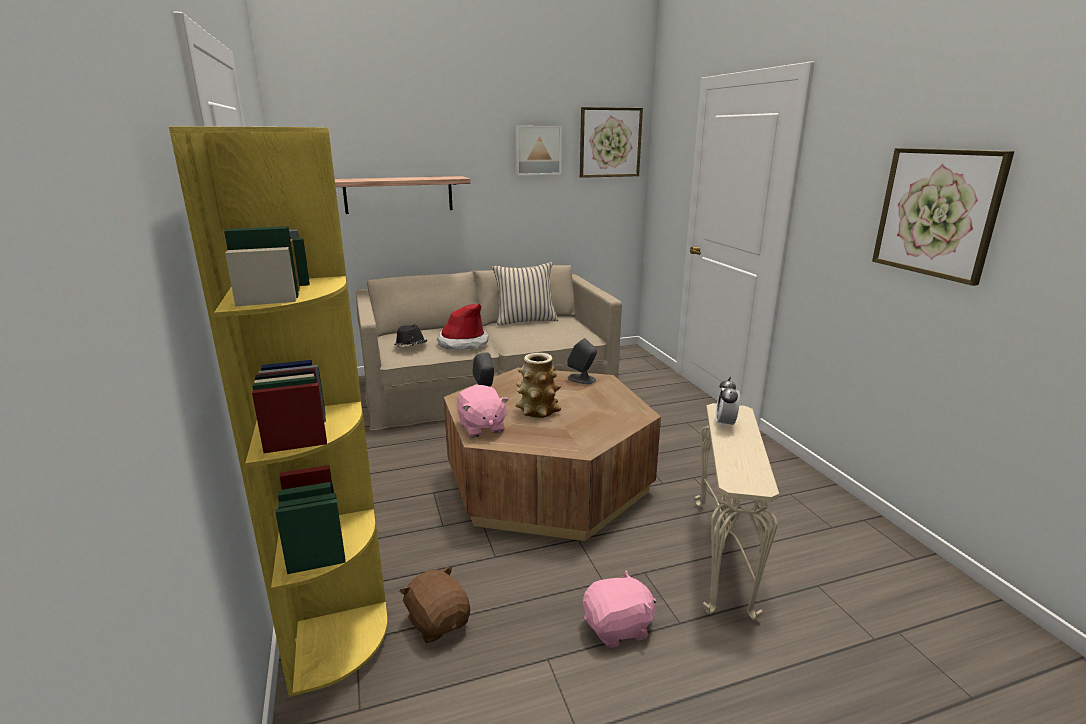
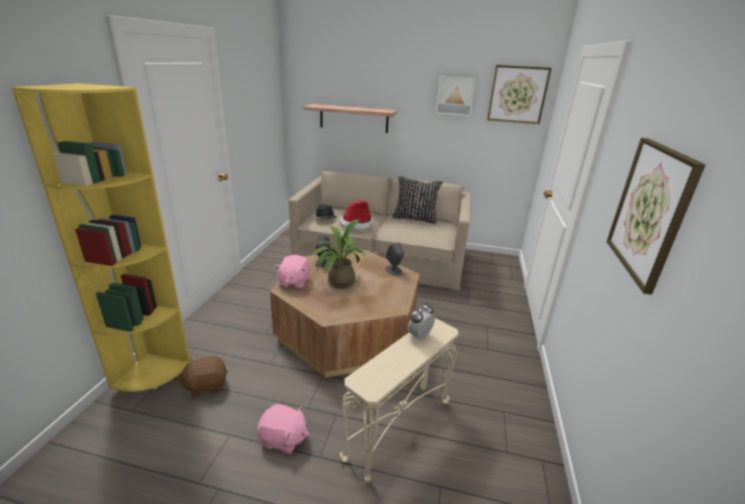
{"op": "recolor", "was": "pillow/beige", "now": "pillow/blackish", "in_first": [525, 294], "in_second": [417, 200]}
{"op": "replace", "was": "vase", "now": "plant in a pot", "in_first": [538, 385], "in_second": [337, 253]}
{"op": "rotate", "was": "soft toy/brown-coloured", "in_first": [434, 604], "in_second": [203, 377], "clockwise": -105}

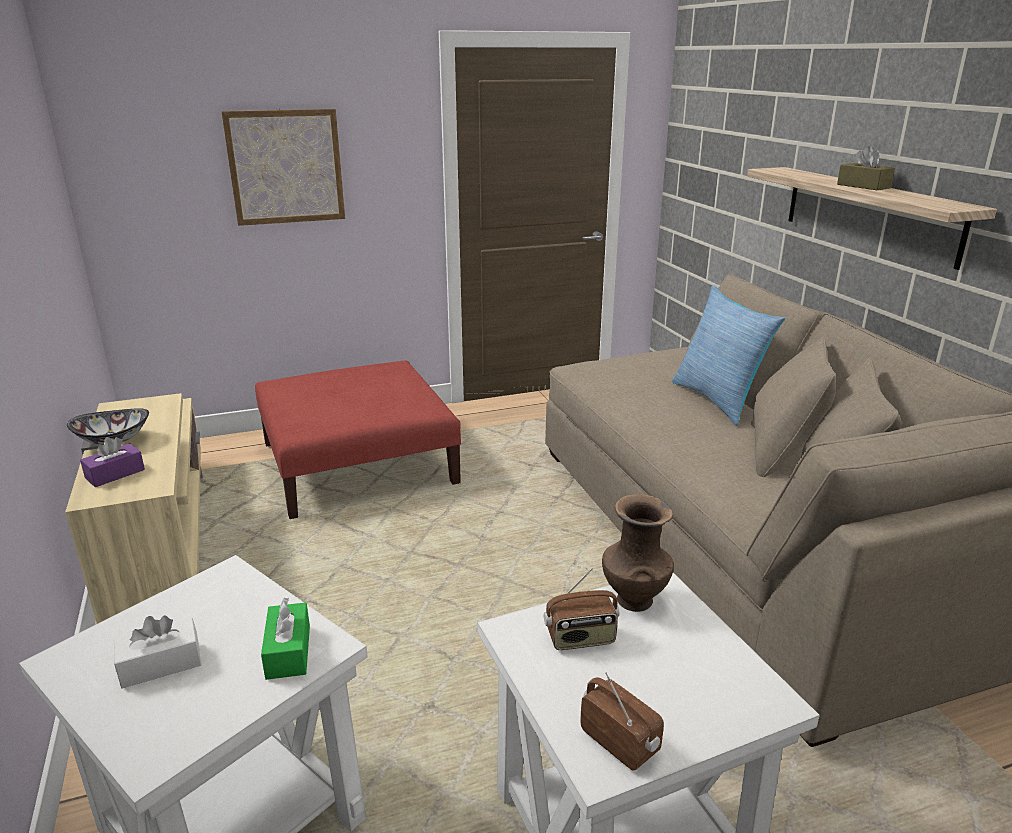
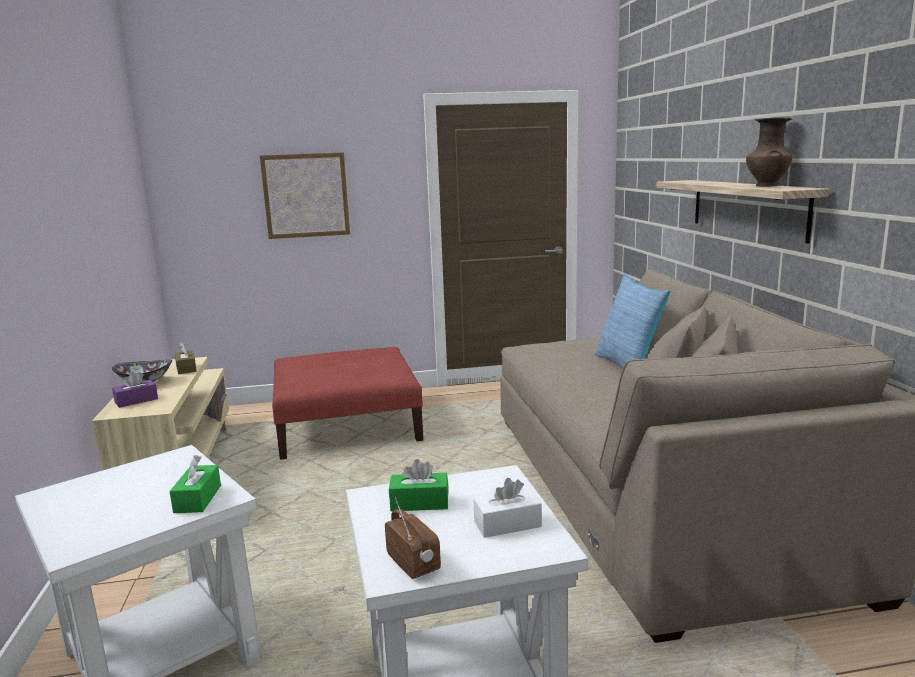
{"op": "move", "was": "box of tissues/brown-coloured", "in_first": [866, 168], "in_second": [185, 358]}
{"op": "move", "was": "vase/brown-coloured", "in_first": [638, 553], "in_second": [769, 152]}
{"op": "replace", "was": "radio set", "now": "box of tissues/green", "in_first": [581, 609], "in_second": [418, 485]}
{"op": "move", "was": "box of tissues/whitish", "in_first": [157, 652], "in_second": [507, 508]}

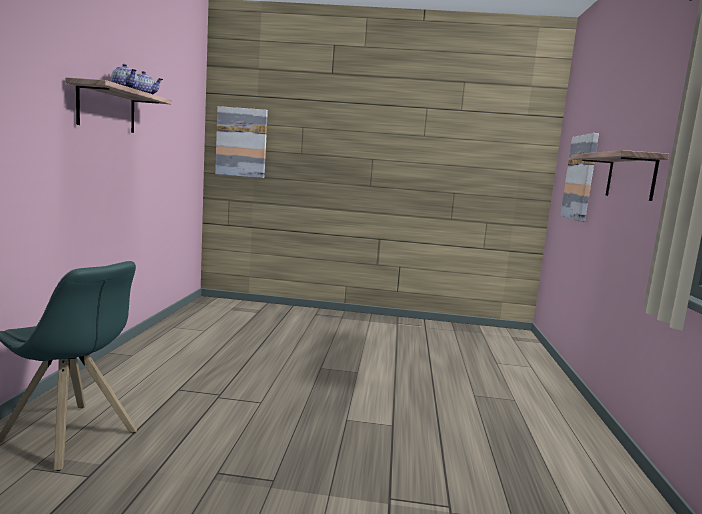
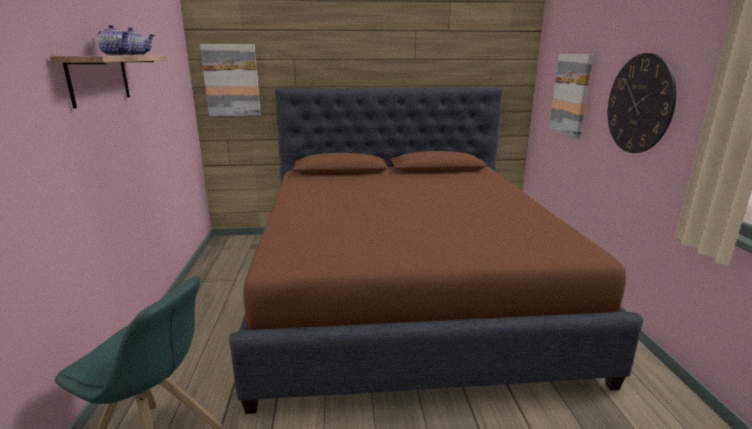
{"op": "replace", "was": "shelf", "now": "wall clock", "in_first": [620, 175], "in_second": [642, 103]}
{"op": "insert", "now": "sleeping bed/brown-coloured", "in_second": [436, 250]}

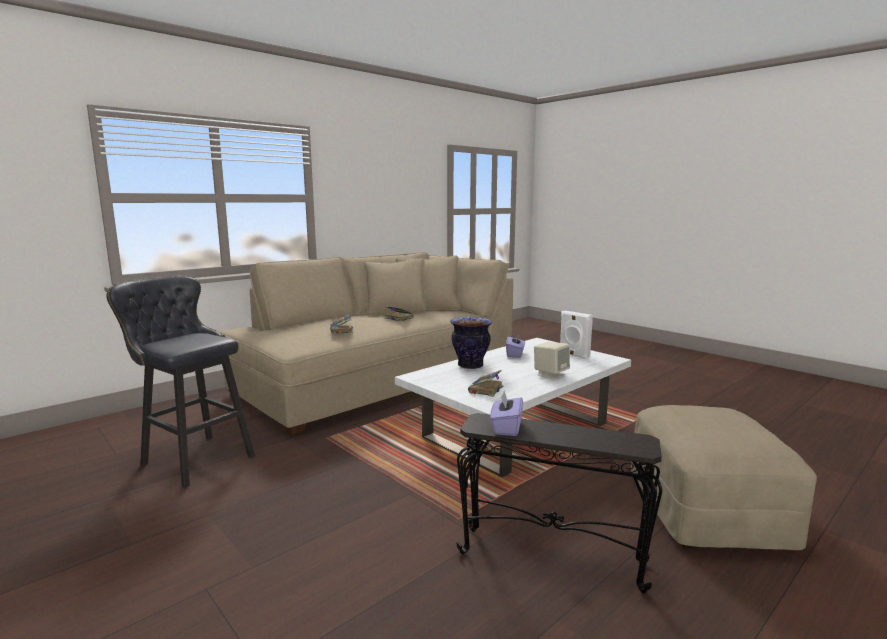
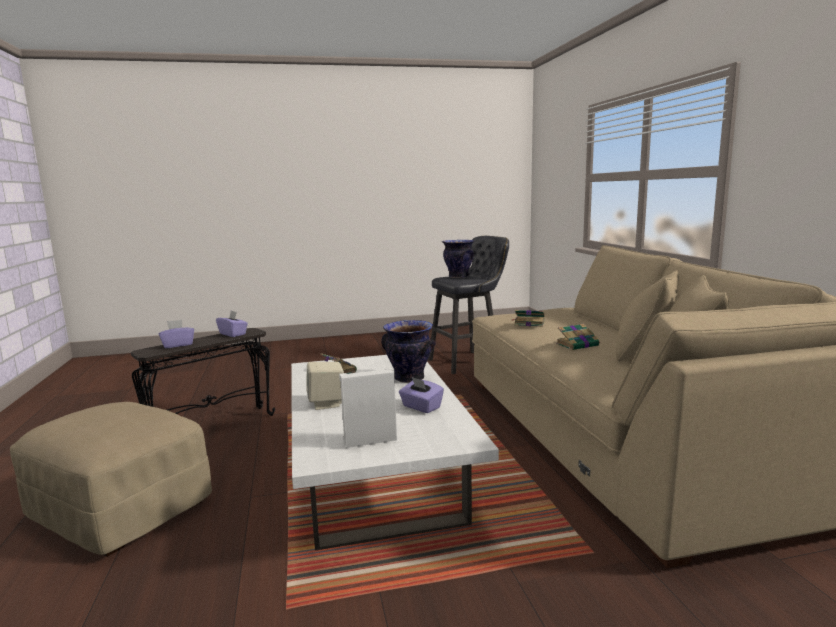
{"op": "insert", "now": "vase", "in_second": [458, 259]}
{"op": "insert", "now": "box of tissues/purplish", "in_second": [176, 334]}

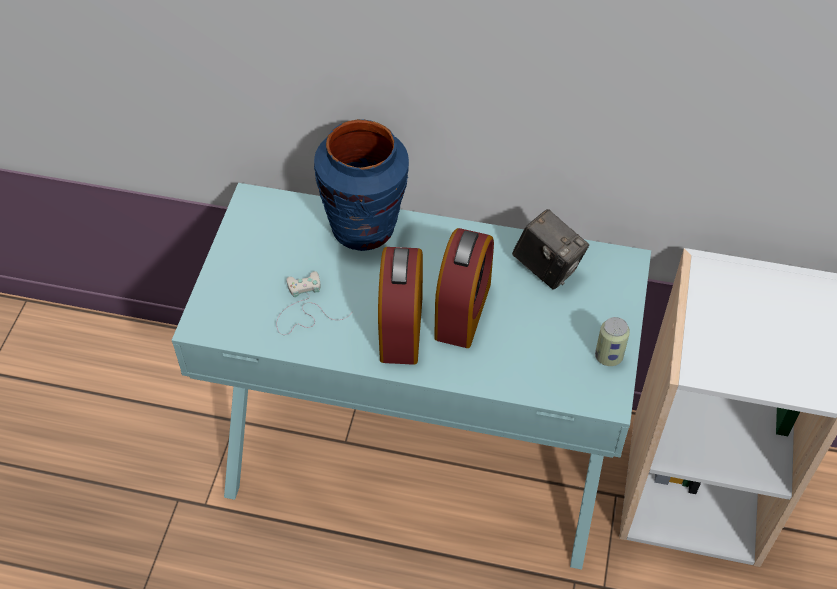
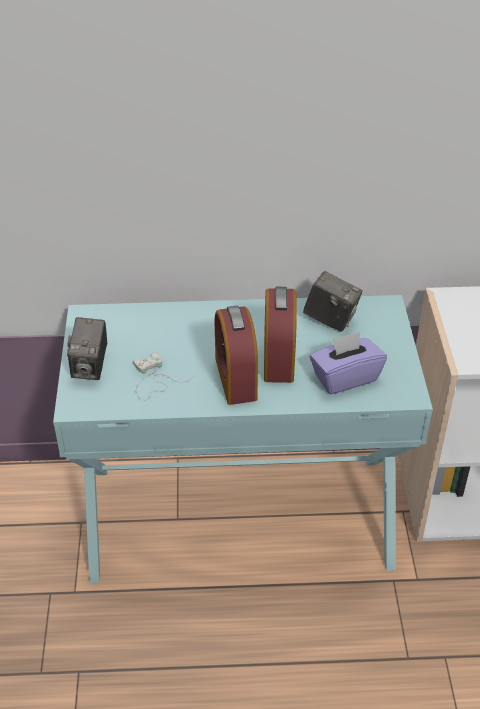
{"op": "delete", "was": "vase/blue", "in_first": [361, 185]}
{"op": "delete", "was": "sealed can", "in_first": [612, 341]}
{"op": "insert", "now": "photo camera", "in_second": [87, 348]}
{"op": "insert", "now": "box of tissues/purplish", "in_second": [348, 363]}

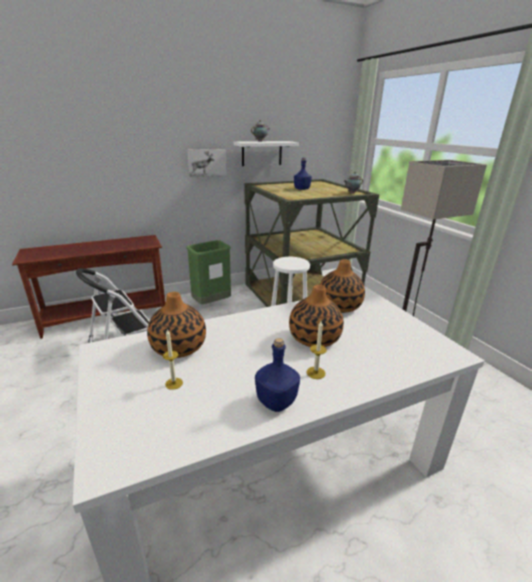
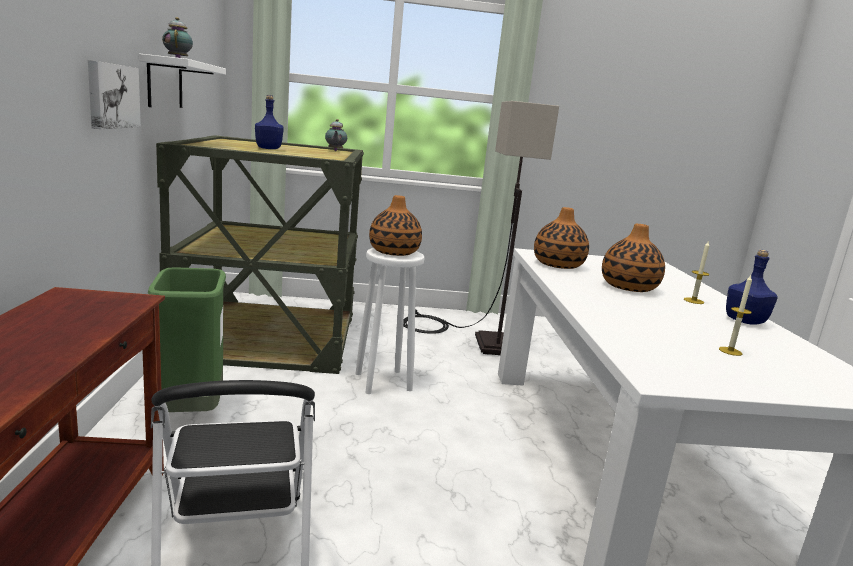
{"op": "move", "was": "vase", "in_first": [176, 325], "in_second": [395, 225]}

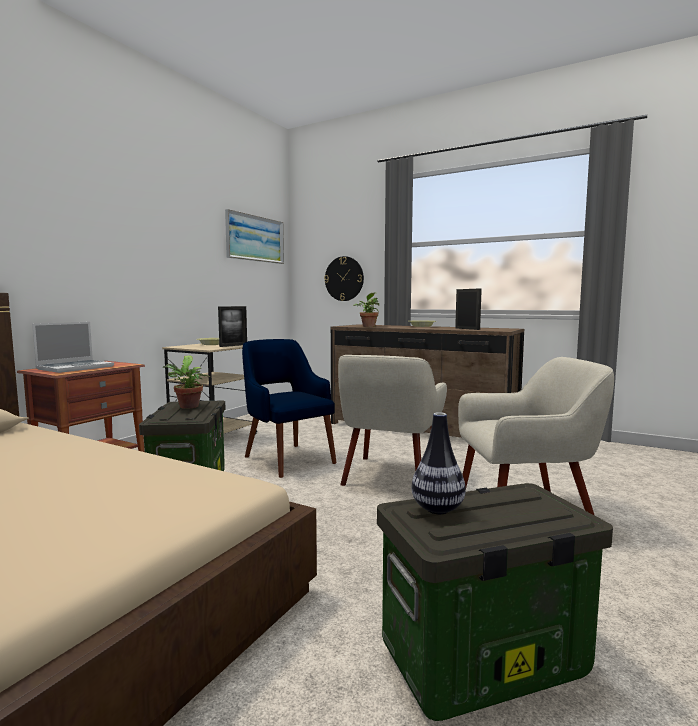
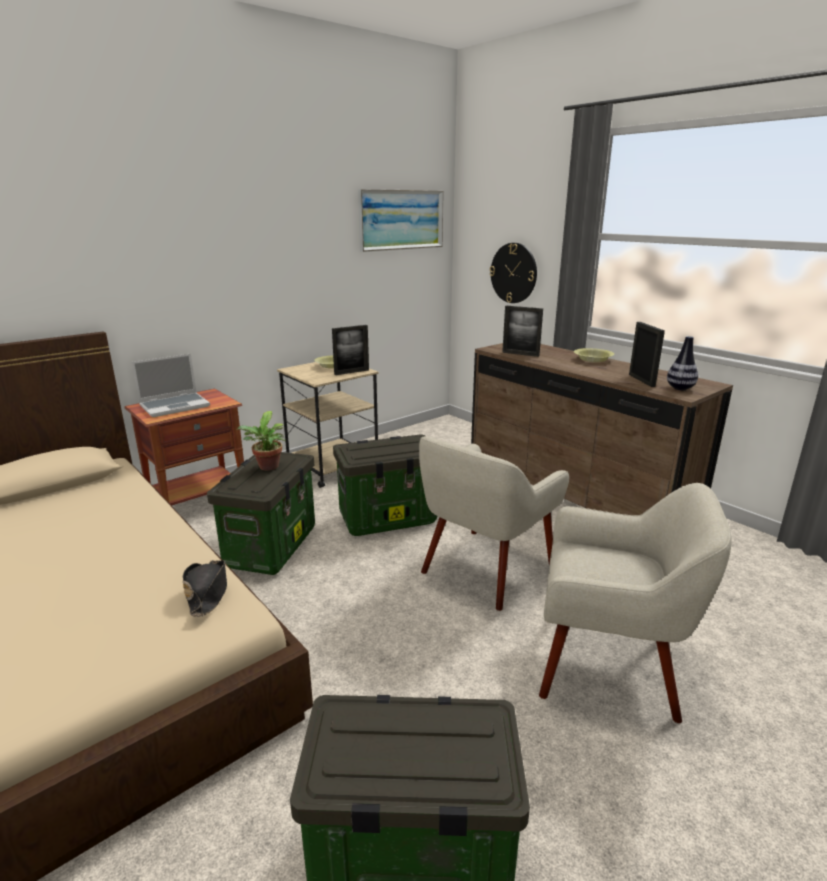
{"op": "replace", "was": "plant in a pot", "now": "photo frame", "in_first": [366, 309], "in_second": [522, 331]}
{"op": "replace", "was": "easy chair/blue", "now": "storage container", "in_first": [289, 408], "in_second": [385, 485]}
{"op": "move", "was": "vase", "in_first": [438, 463], "in_second": [682, 363]}
{"op": "insert", "now": "clothing hat/blackish", "in_second": [205, 588]}

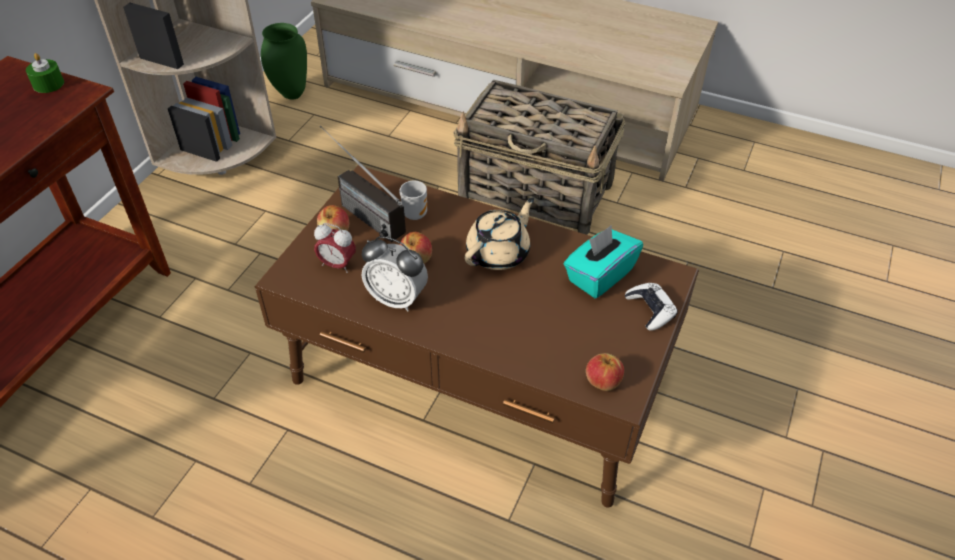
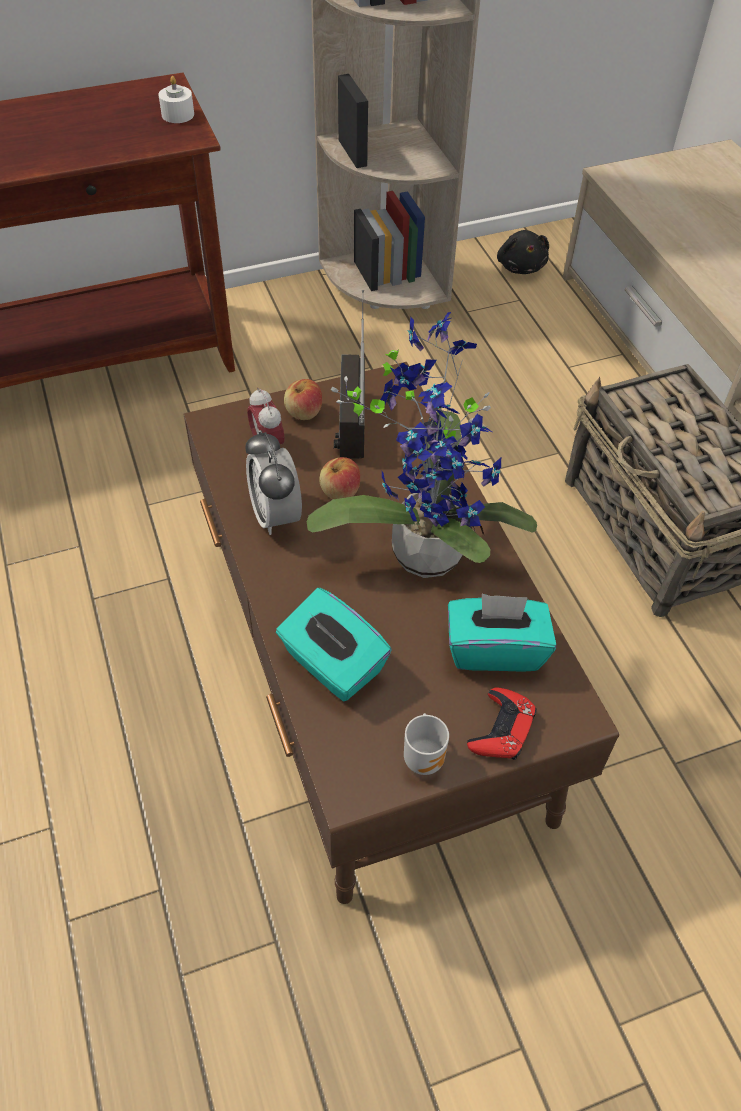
{"op": "replace", "was": "vase/green", "now": "soft toy/blackish", "in_first": [284, 61], "in_second": [523, 252]}
{"op": "recolor", "was": "wax candle/green", "now": "wax candle/whitish", "in_first": [45, 73], "in_second": [176, 99]}
{"op": "move", "was": "mug", "in_first": [413, 200], "in_second": [426, 744]}
{"op": "replace", "was": "pot for tea/beige", "now": "plant in a pot", "in_first": [499, 233], "in_second": [422, 445]}
{"op": "recolor", "was": "game controller/whitish", "now": "game controller/reddish", "in_first": [651, 307], "in_second": [502, 723]}
{"op": "delete", "was": "whole apple", "in_first": [605, 372]}
{"op": "insert", "now": "box of tissues/blue-green", "in_second": [334, 645]}

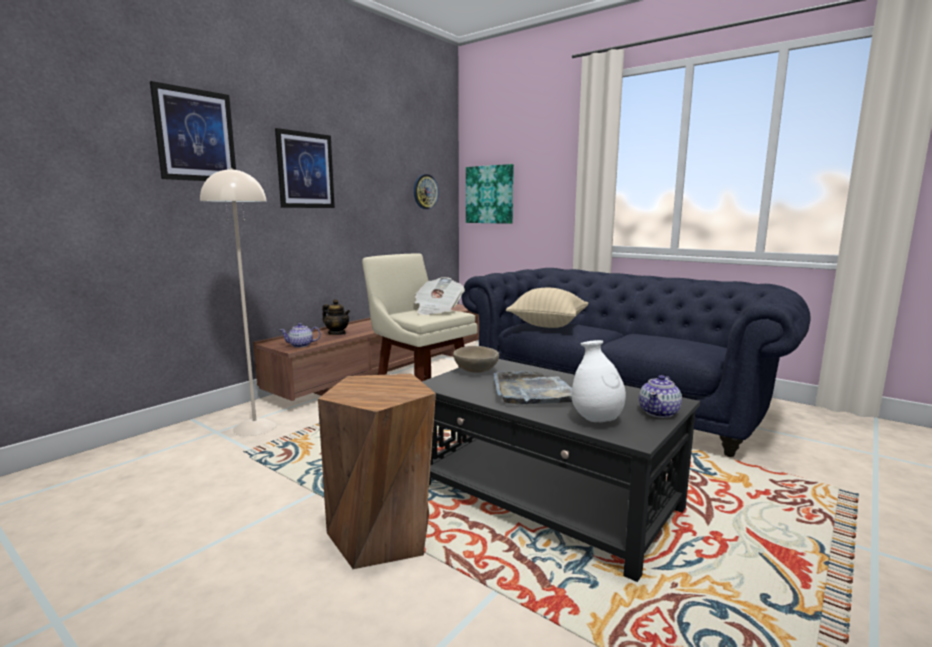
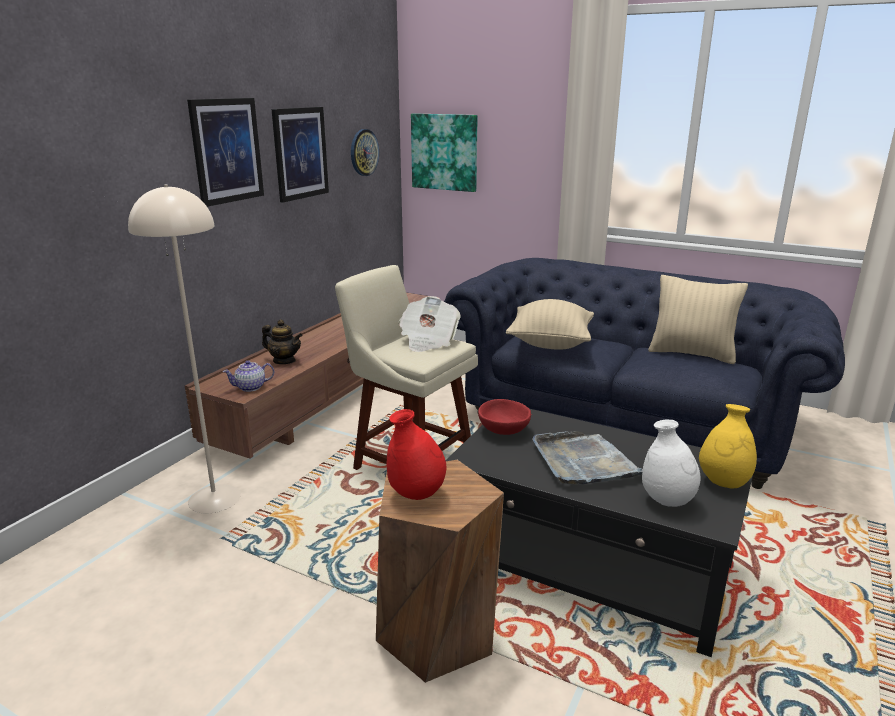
{"op": "move", "was": "picture", "in_first": [193, 131], "in_second": [300, 154]}
{"op": "recolor", "was": "serving bowl/beige", "now": "serving bowl/reddish", "in_first": [476, 359], "in_second": [505, 417]}
{"op": "replace", "was": "pot for tea", "now": "vase/yellowish", "in_first": [660, 396], "in_second": [728, 446]}
{"op": "insert", "now": "pillow/beige", "in_second": [698, 319]}
{"op": "insert", "now": "vase/reddish", "in_second": [416, 454]}

